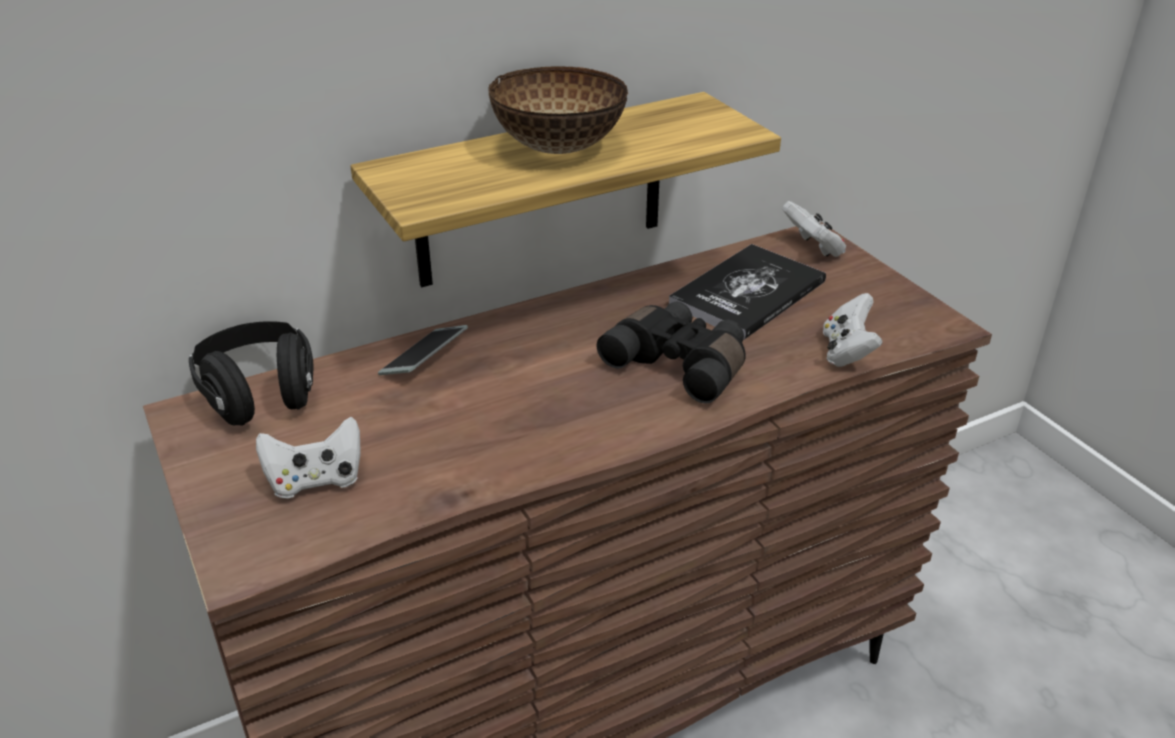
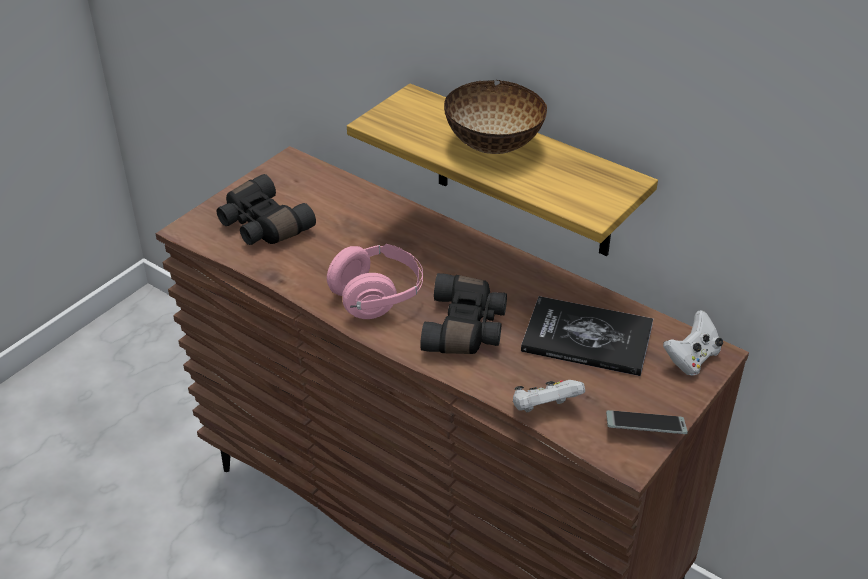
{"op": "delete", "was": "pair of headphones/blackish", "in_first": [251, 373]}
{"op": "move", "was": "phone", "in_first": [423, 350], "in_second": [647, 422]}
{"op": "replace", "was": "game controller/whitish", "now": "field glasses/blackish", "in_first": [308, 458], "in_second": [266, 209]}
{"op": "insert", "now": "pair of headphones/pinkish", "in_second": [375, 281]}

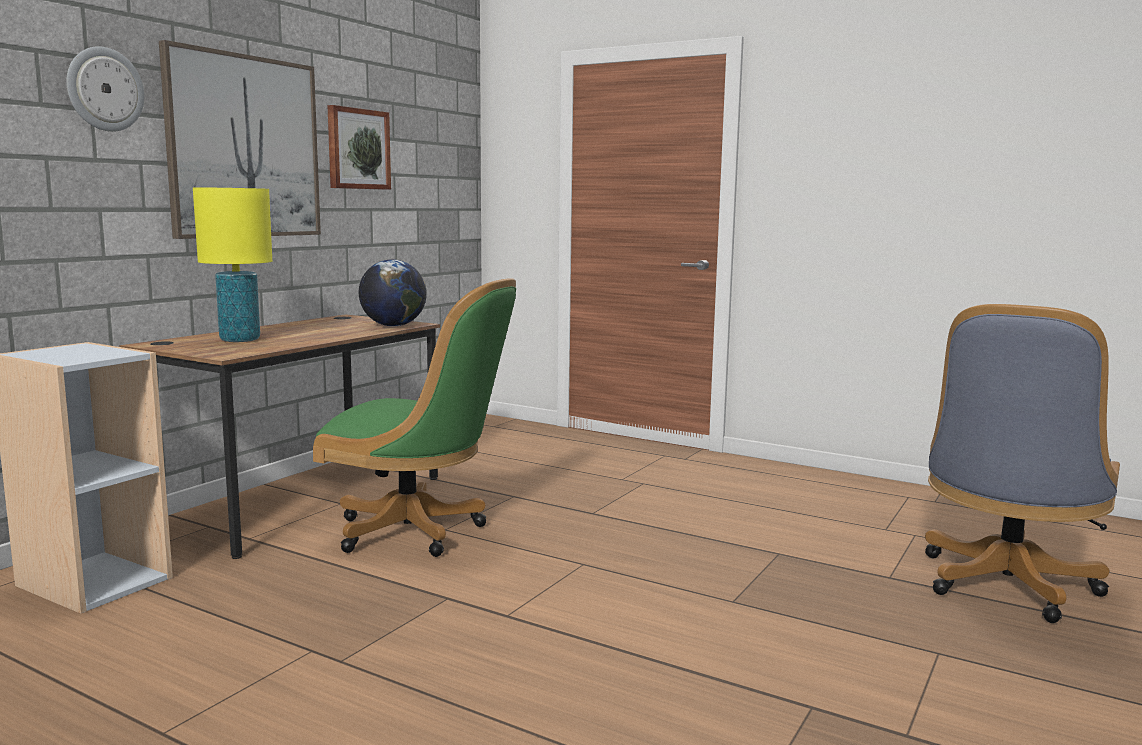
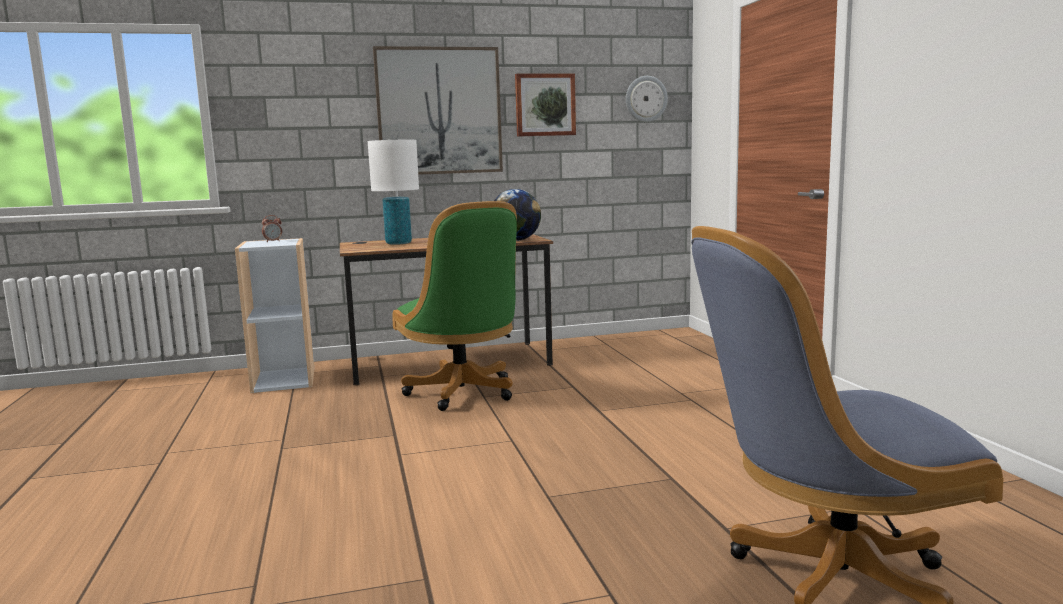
{"op": "move", "was": "wall clock", "in_first": [105, 89], "in_second": [647, 99]}
{"op": "recolor", "was": "lamp for a table/yellowish", "now": "lamp for a table/whitish", "in_first": [232, 264], "in_second": [393, 192]}
{"op": "insert", "now": "table clock", "in_second": [272, 228]}

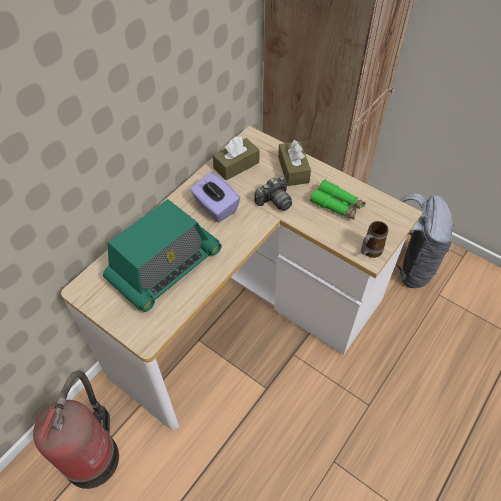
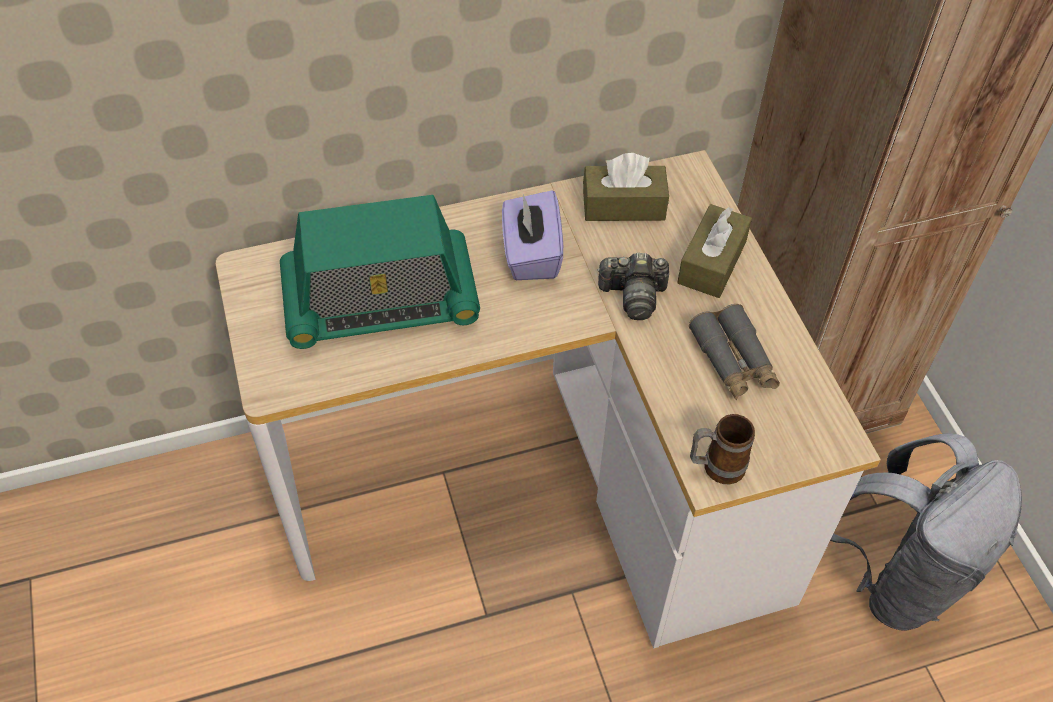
{"op": "recolor", "was": "field glasses/green", "now": "field glasses/greyish", "in_first": [338, 200], "in_second": [734, 352]}
{"op": "delete", "was": "extinguisher", "in_first": [76, 430]}

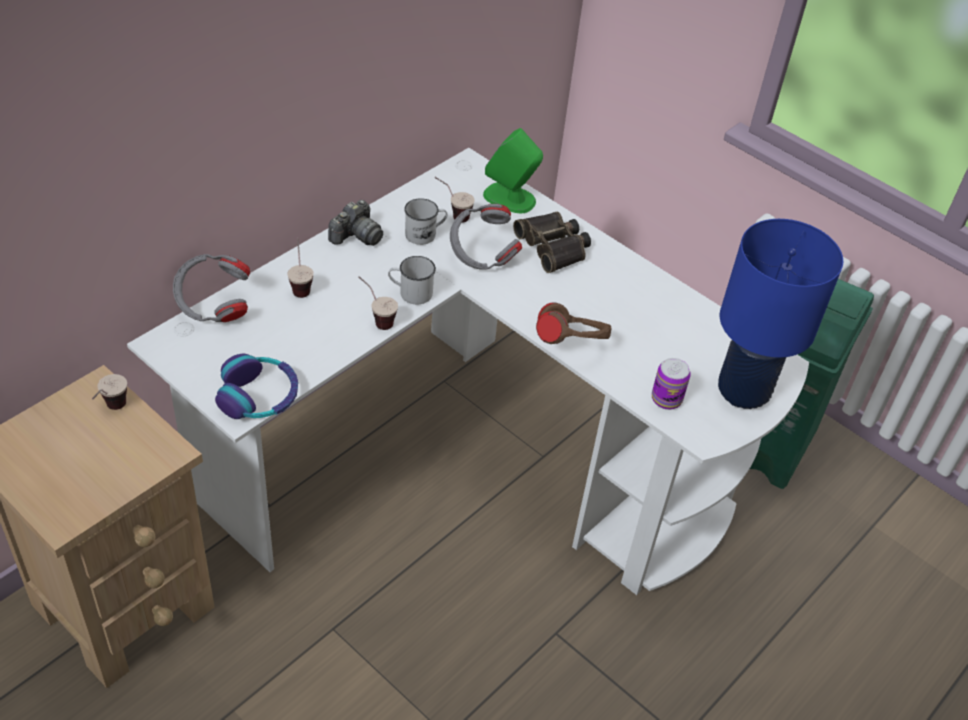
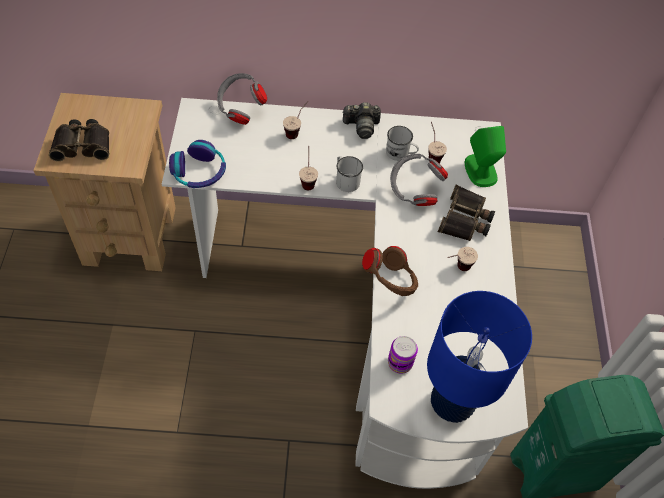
{"op": "move", "was": "drinking cup", "in_first": [109, 392], "in_second": [462, 259]}
{"op": "insert", "now": "field glasses", "in_second": [79, 140]}

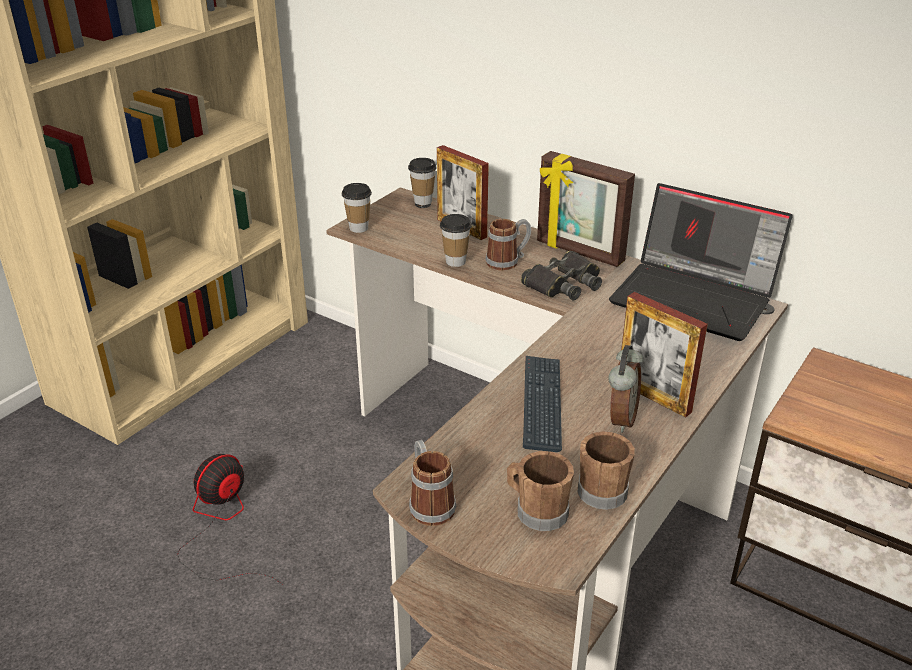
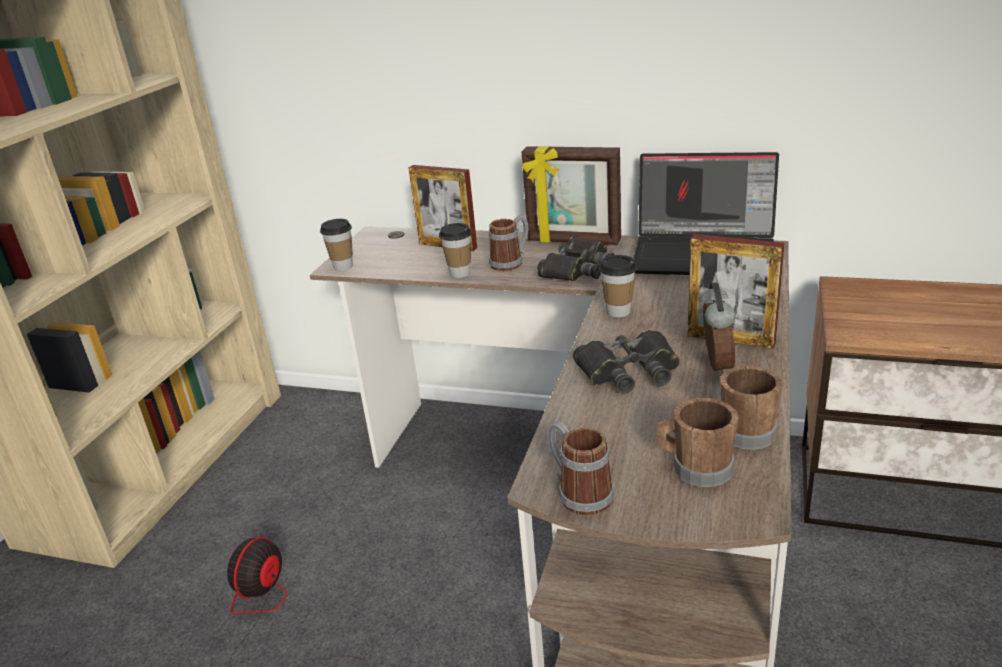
{"op": "move", "was": "drinking cup", "in_first": [422, 181], "in_second": [618, 286]}
{"op": "replace", "was": "PC keyboard", "now": "field glasses/blackish", "in_first": [542, 404], "in_second": [626, 362]}

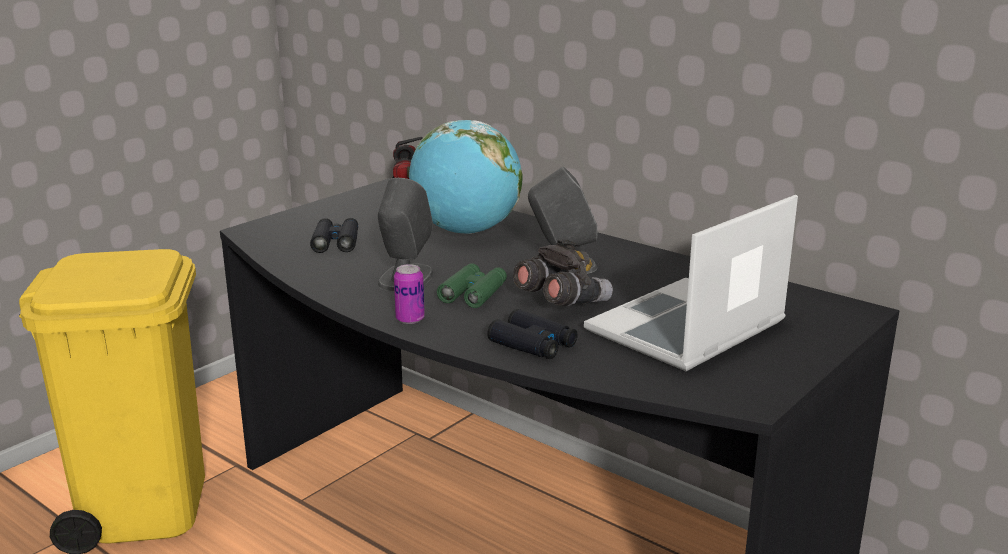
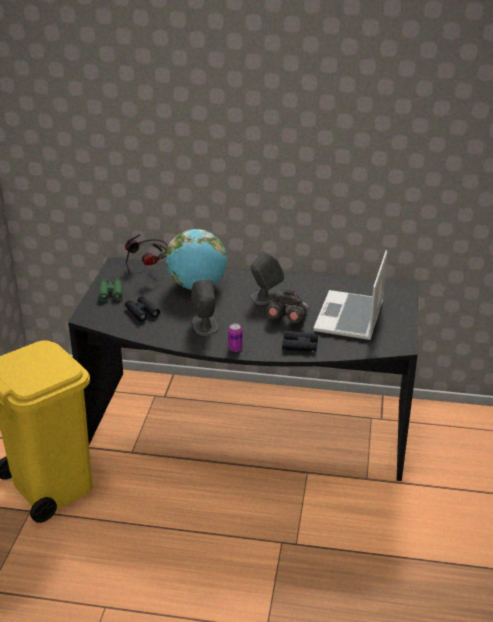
{"op": "move", "was": "field glasses/green", "in_first": [472, 285], "in_second": [111, 289]}

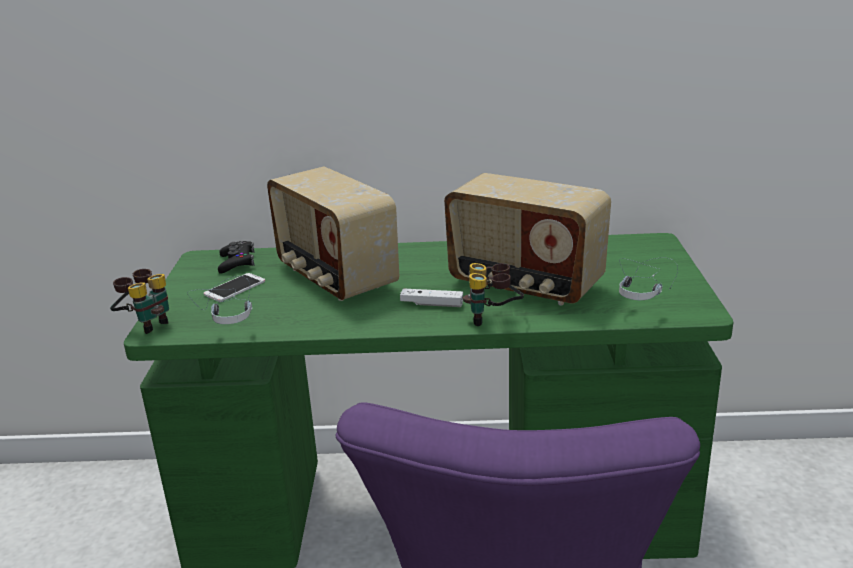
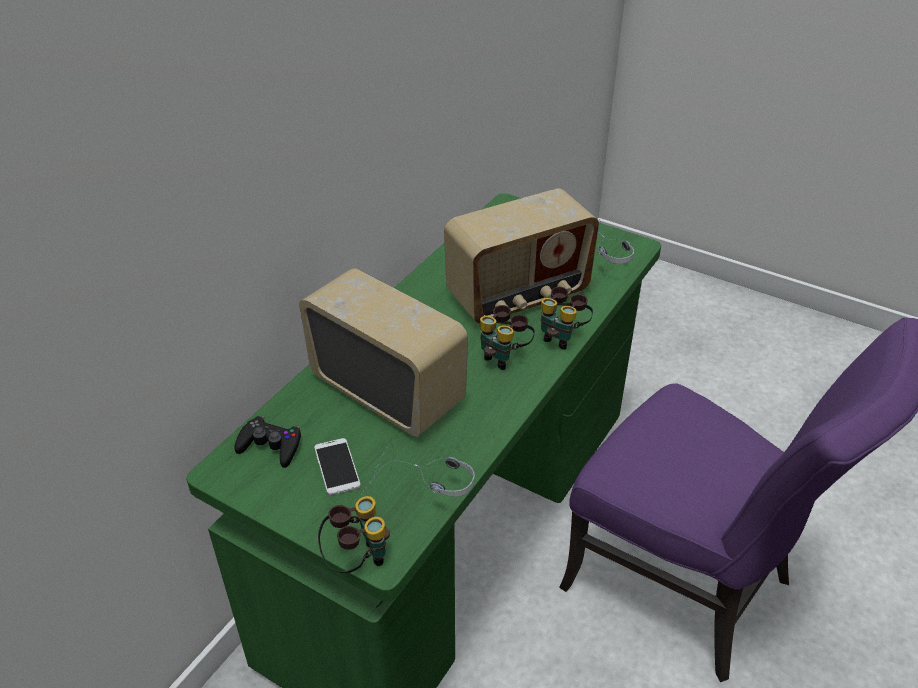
{"op": "rotate", "was": "radio set", "in_first": [333, 233], "in_second": [383, 352], "clockwise": -135}
{"op": "replace", "was": "game controller/whitish", "now": "field glasses", "in_first": [431, 297], "in_second": [507, 337]}

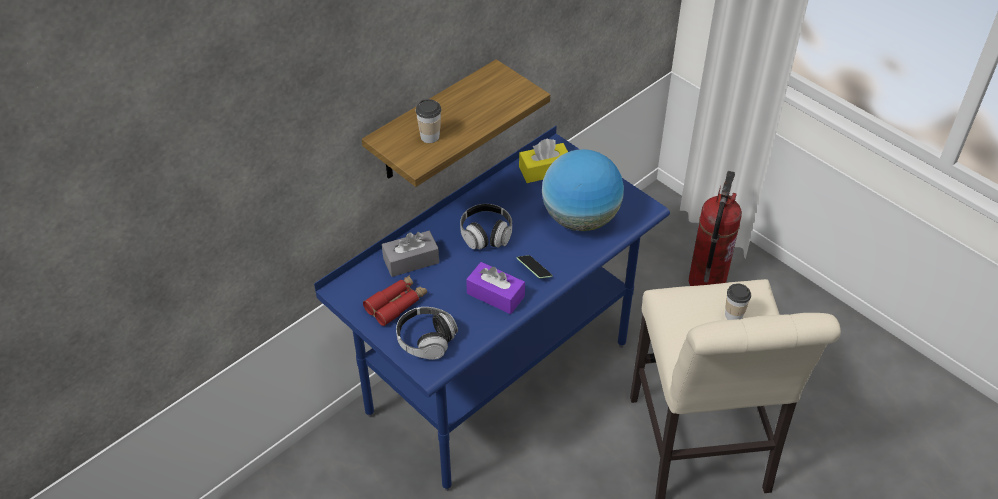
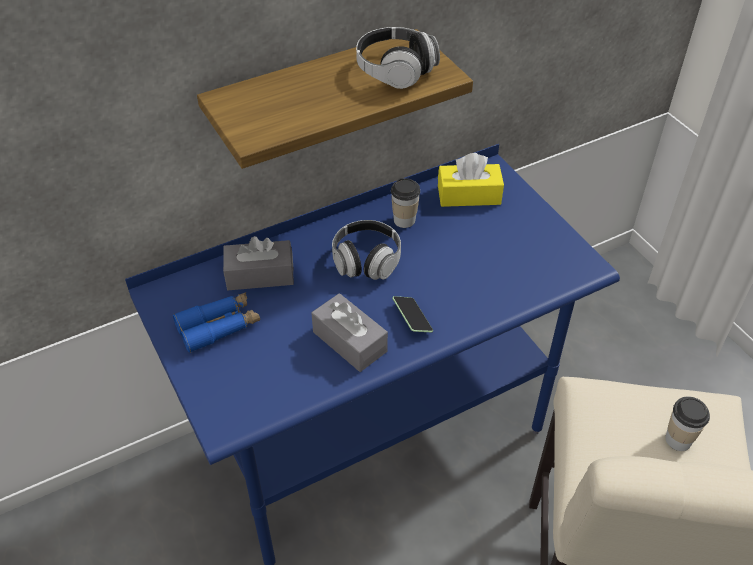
{"op": "move", "was": "drinking cup", "in_first": [428, 121], "in_second": [405, 203]}
{"op": "delete", "was": "world globe", "in_first": [583, 190]}
{"op": "delete", "was": "extinguisher", "in_first": [715, 228]}
{"op": "recolor", "was": "box of tissues/purplish", "now": "box of tissues/greyish", "in_first": [495, 288], "in_second": [350, 332]}
{"op": "recolor", "was": "field glasses/reddish", "now": "field glasses/blue", "in_first": [395, 300], "in_second": [216, 322]}
{"op": "move", "was": "pair of headphones", "in_first": [427, 333], "in_second": [398, 58]}

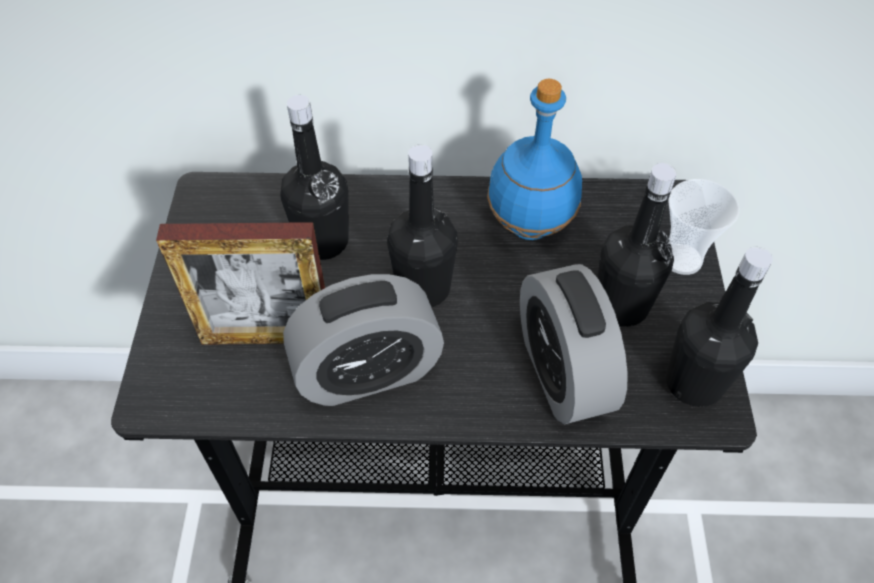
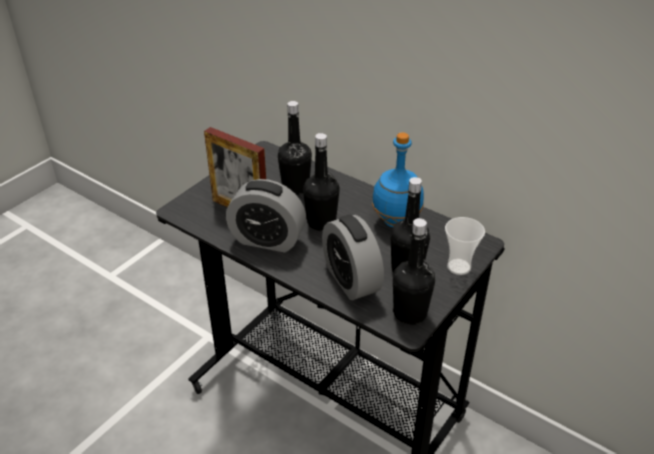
{"op": "rotate", "was": "table clock", "in_first": [574, 344], "in_second": [353, 258], "clockwise": -45}

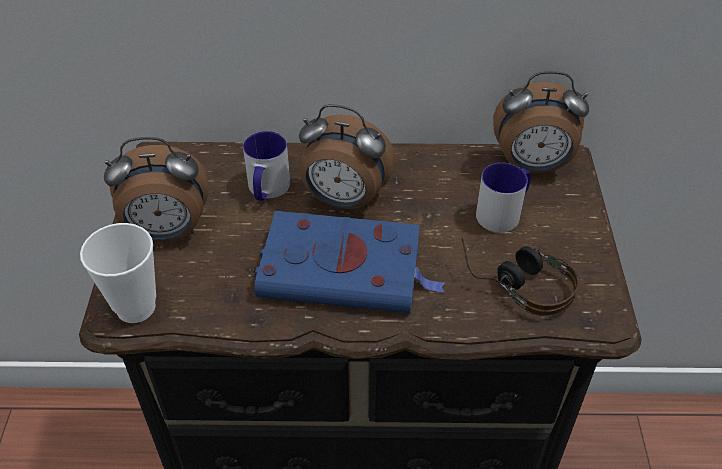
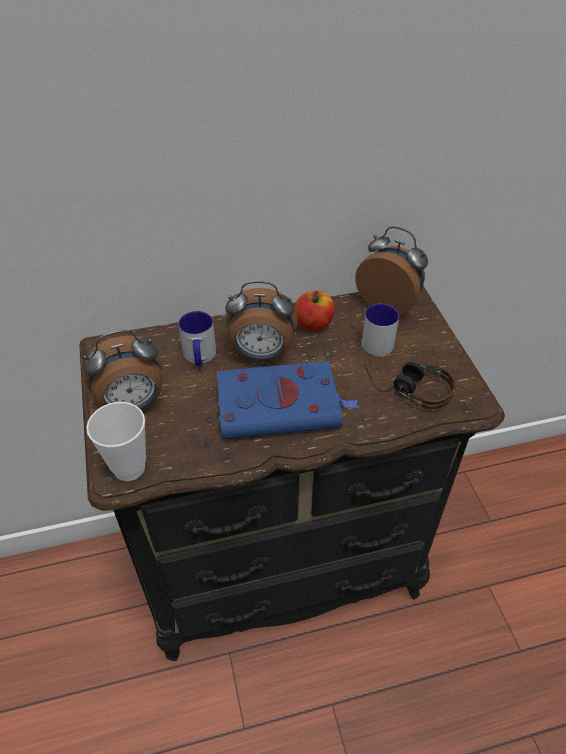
{"op": "rotate", "was": "table clock", "in_first": [541, 122], "in_second": [391, 270], "clockwise": -135}
{"op": "insert", "now": "whole apple", "in_second": [315, 311]}

